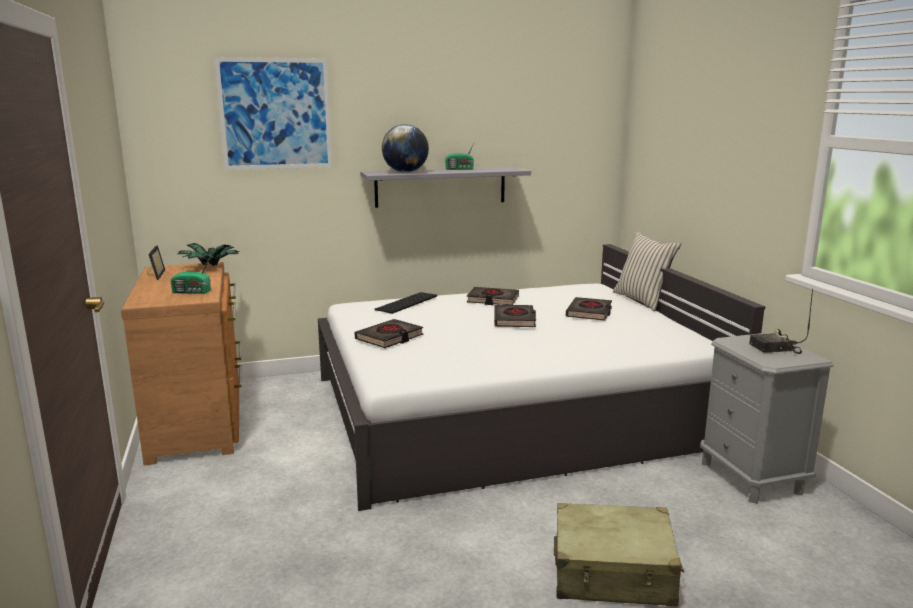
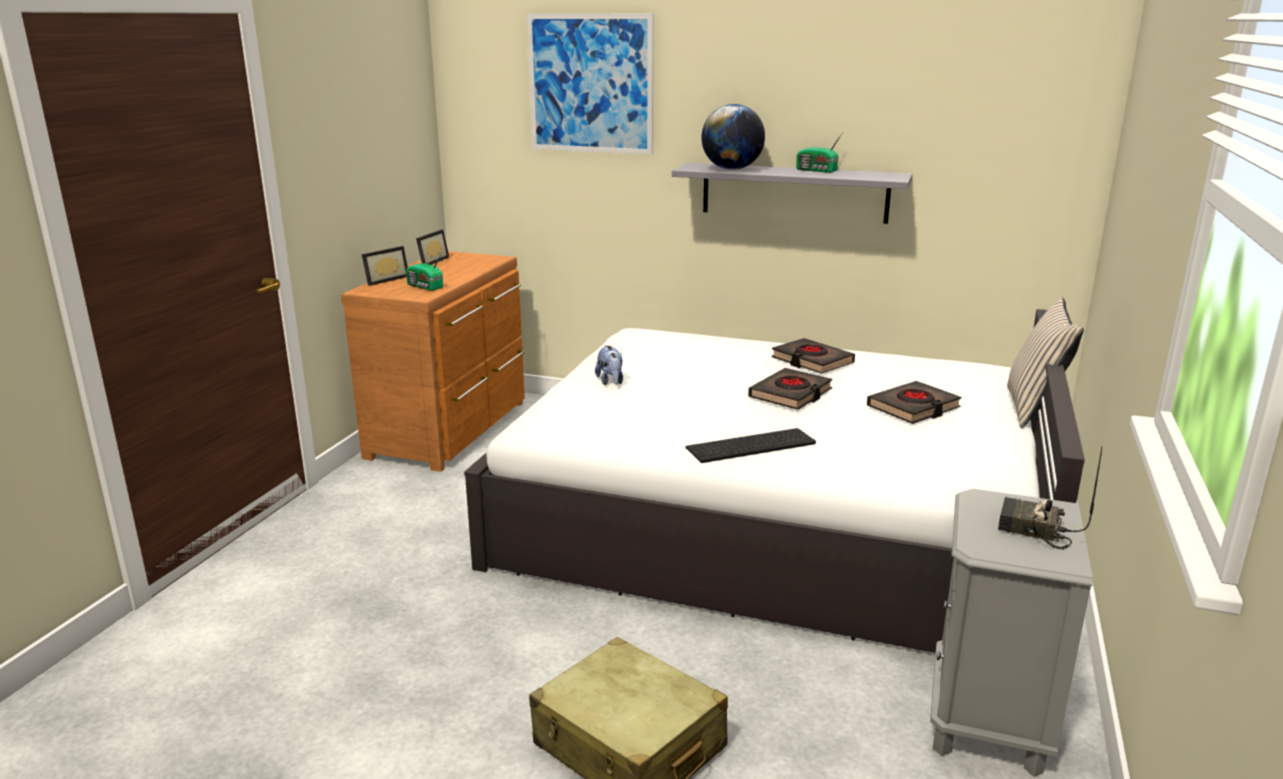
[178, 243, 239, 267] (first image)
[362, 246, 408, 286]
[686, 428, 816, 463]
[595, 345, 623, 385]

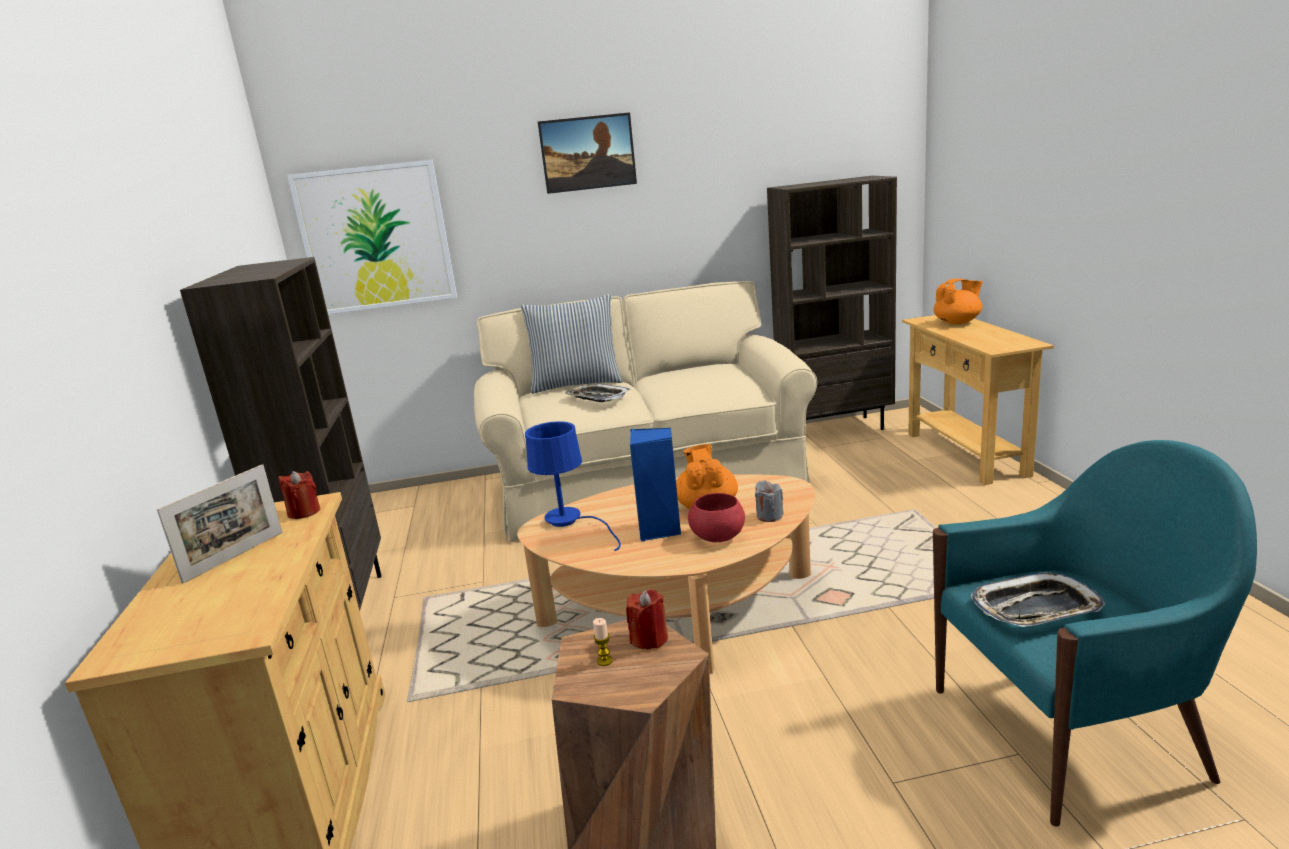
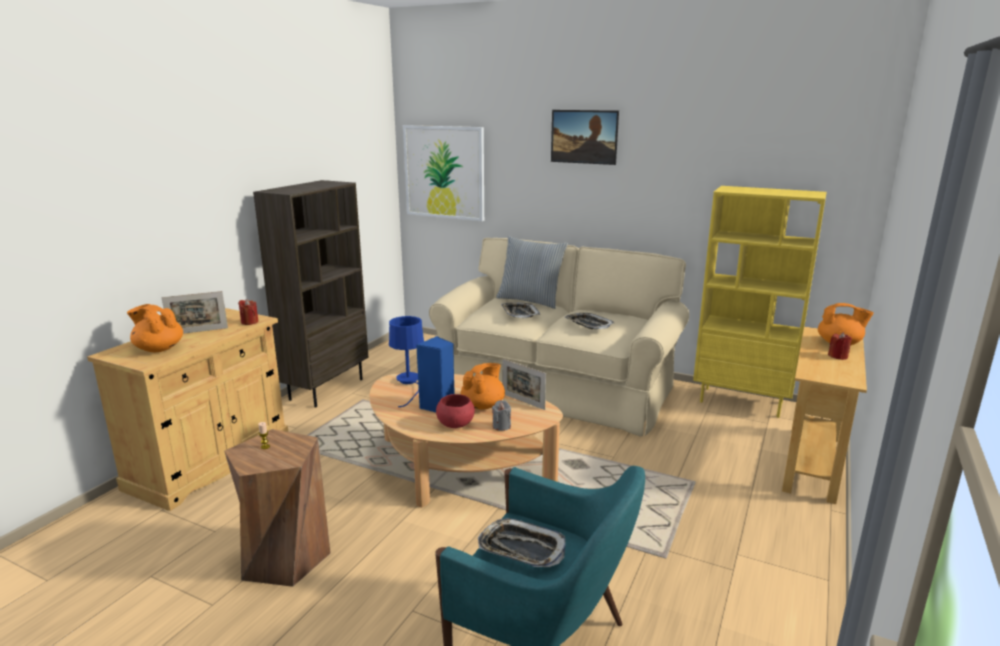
[127, 304, 183, 352]
[502, 359, 546, 410]
[565, 313, 614, 329]
[828, 332, 852, 360]
[693, 186, 827, 418]

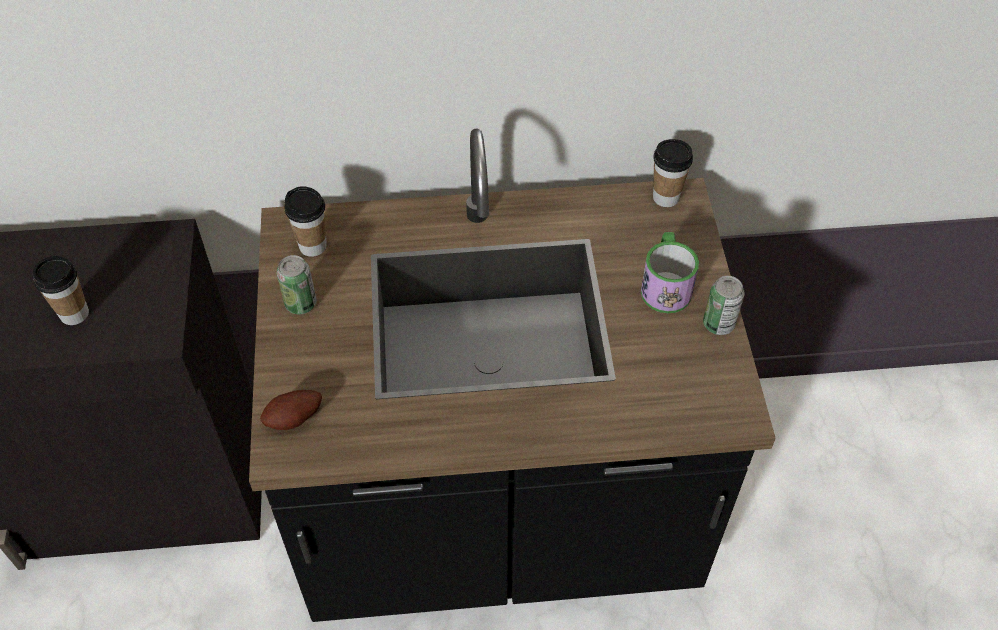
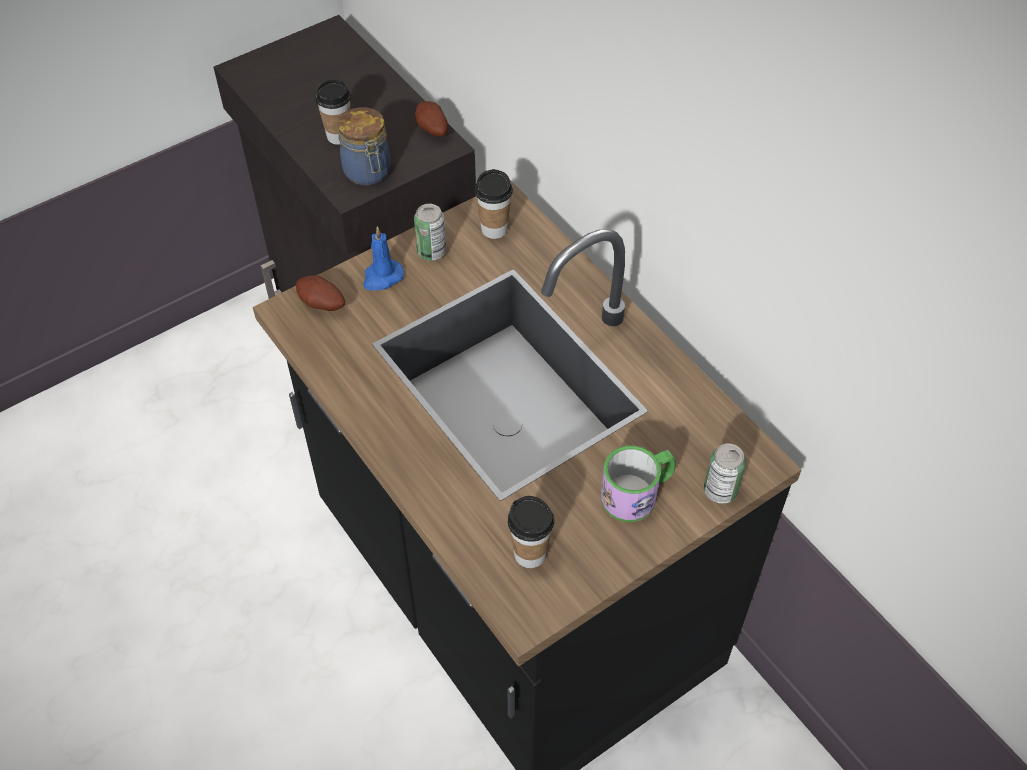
[338, 107, 391, 185]
[363, 226, 404, 291]
[415, 101, 448, 137]
[508, 496, 554, 568]
[704, 443, 746, 504]

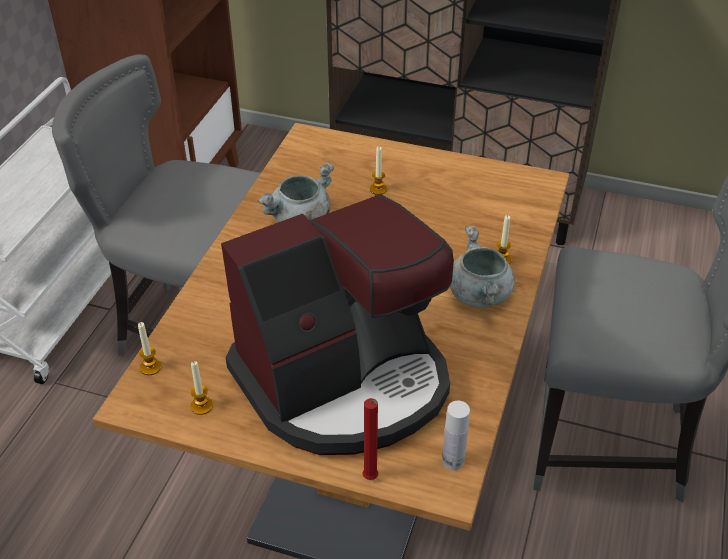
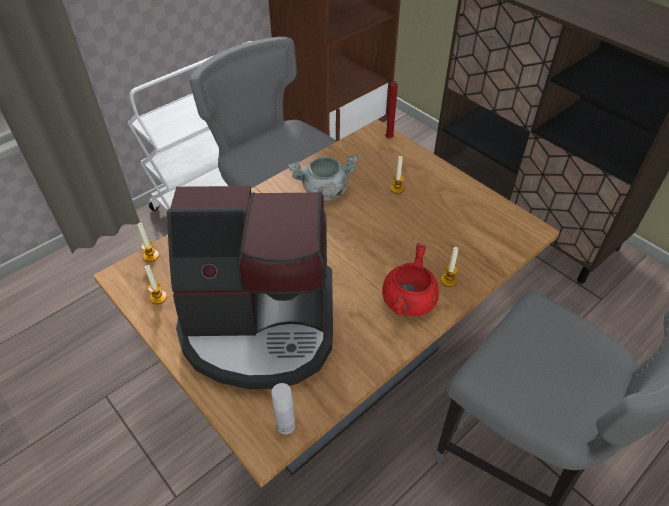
[385, 81, 398, 139]
[382, 243, 439, 316]

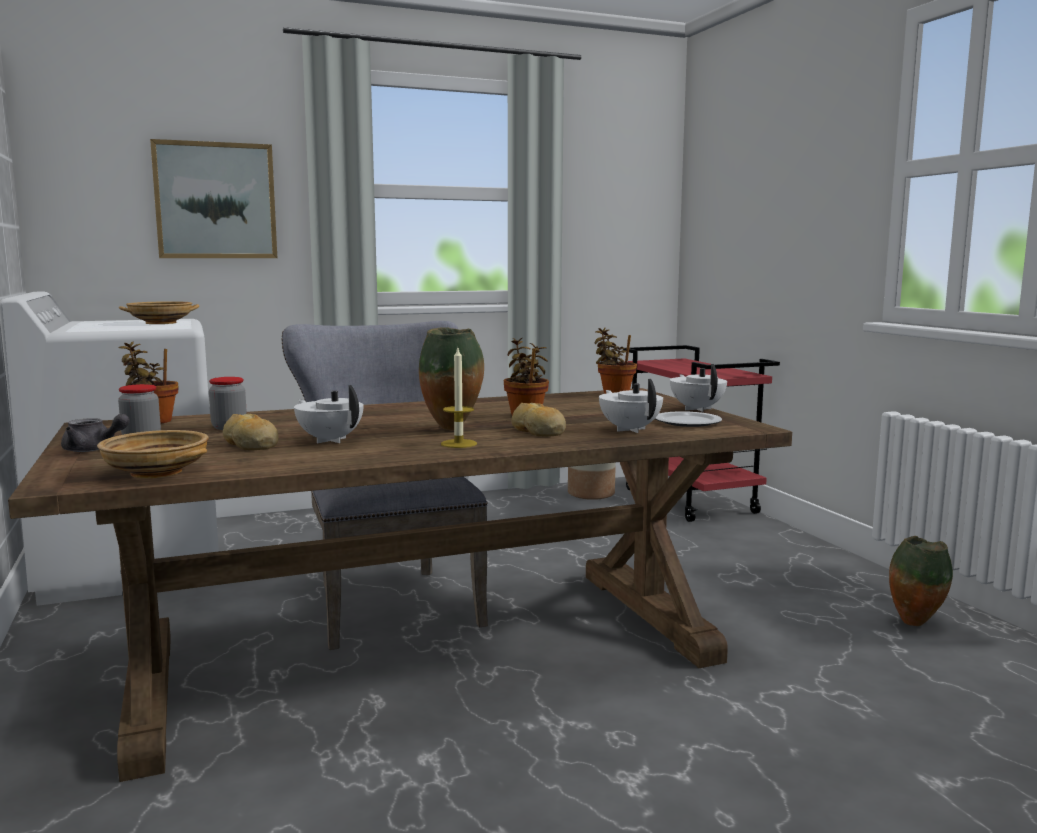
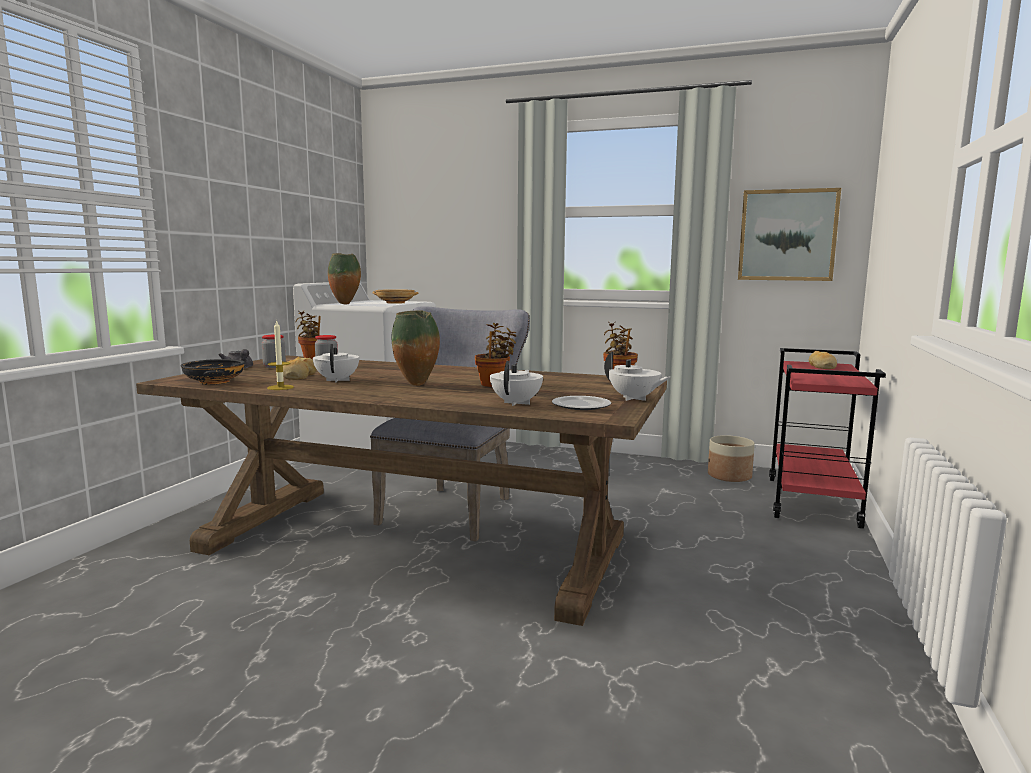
[738, 188, 841, 281]
[267, 320, 294, 390]
[809, 351, 837, 369]
[328, 253, 361, 305]
[180, 359, 245, 385]
[604, 352, 670, 401]

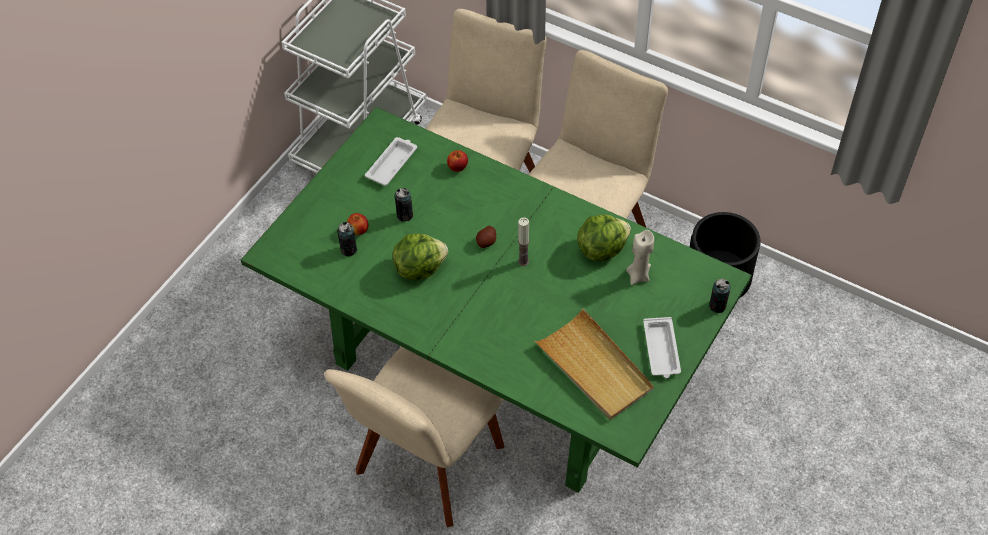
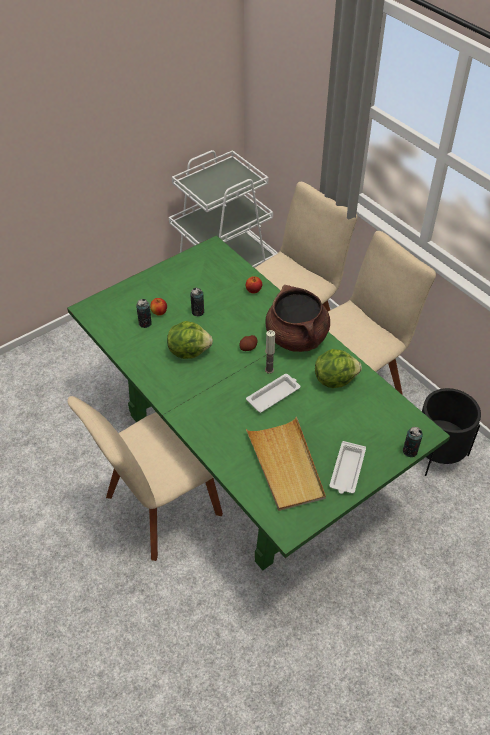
[626, 230, 654, 285] (first image)
[265, 285, 330, 352]
[246, 374, 301, 413]

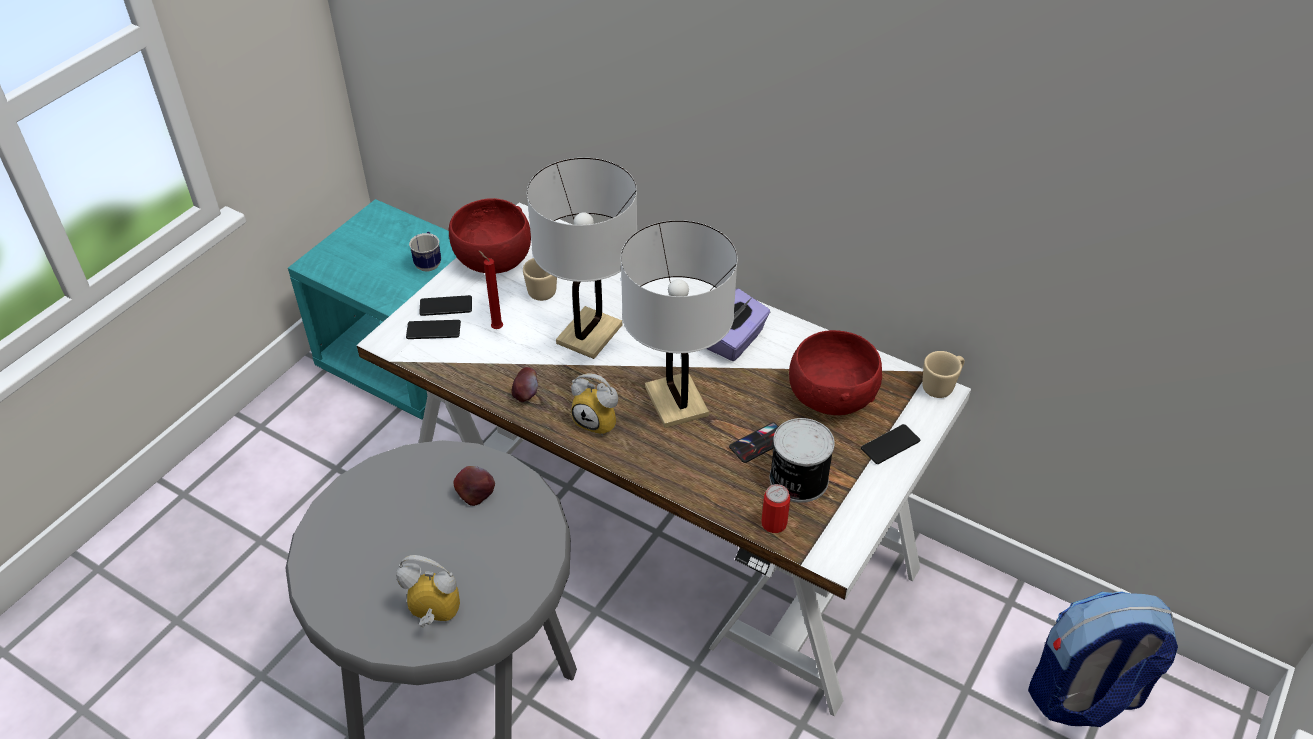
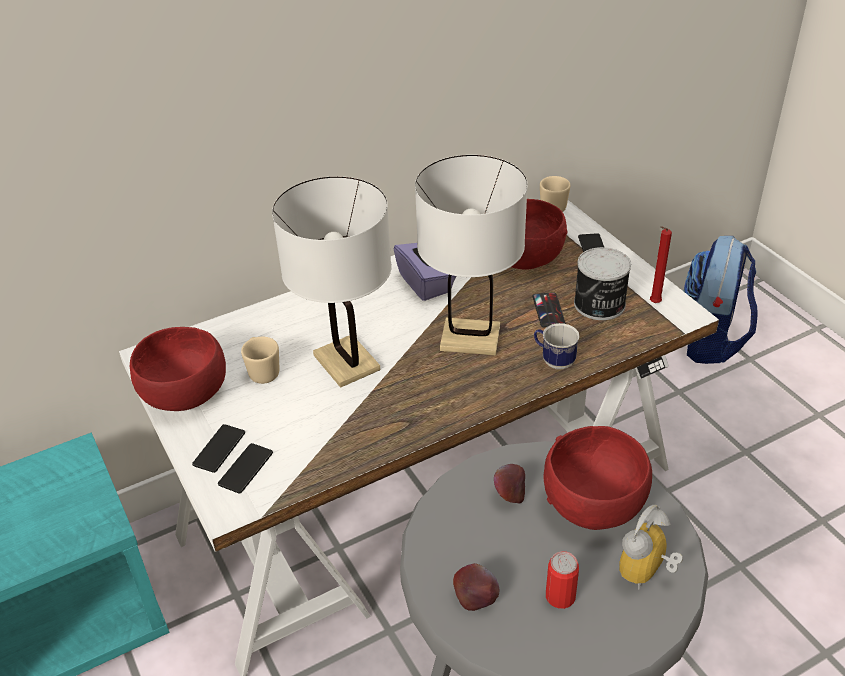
[571, 374, 618, 436] (first image)
[544, 426, 652, 530]
[534, 323, 579, 369]
[650, 226, 672, 303]
[453, 563, 499, 611]
[546, 551, 579, 609]

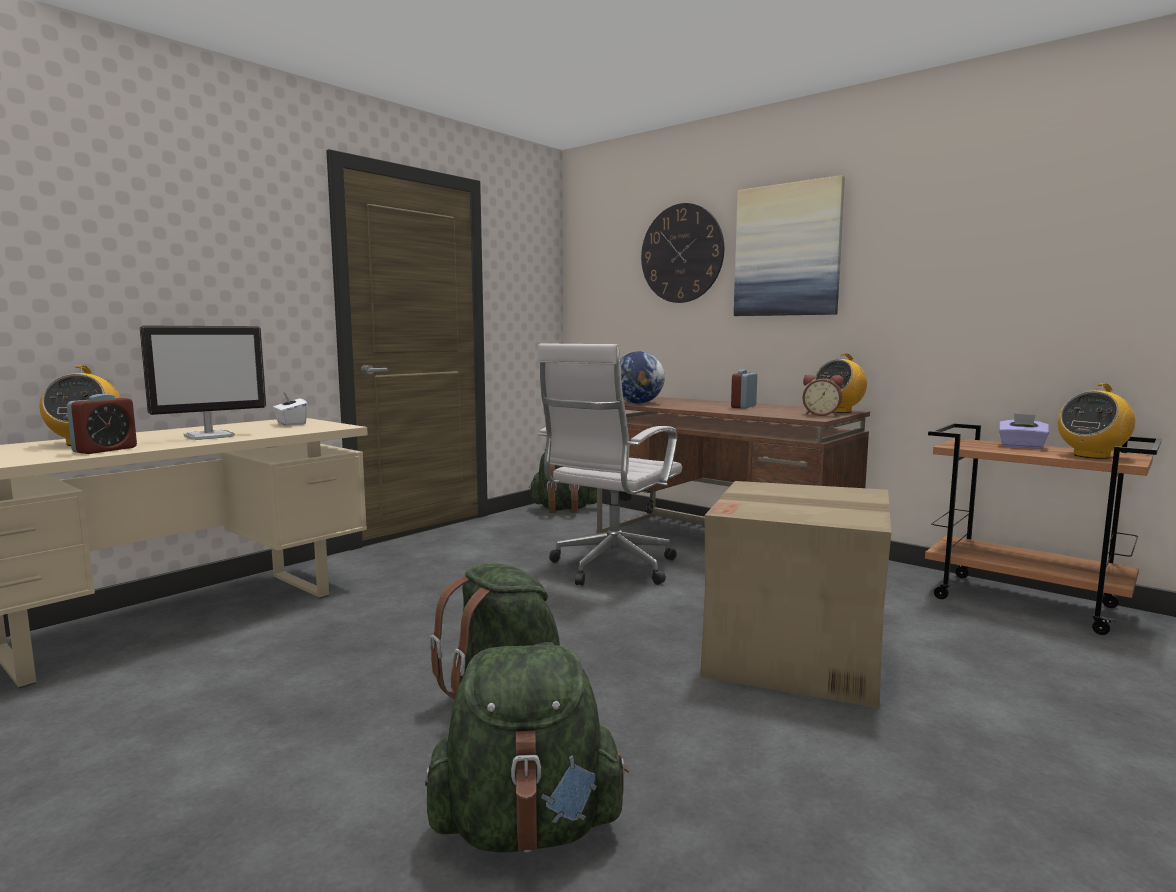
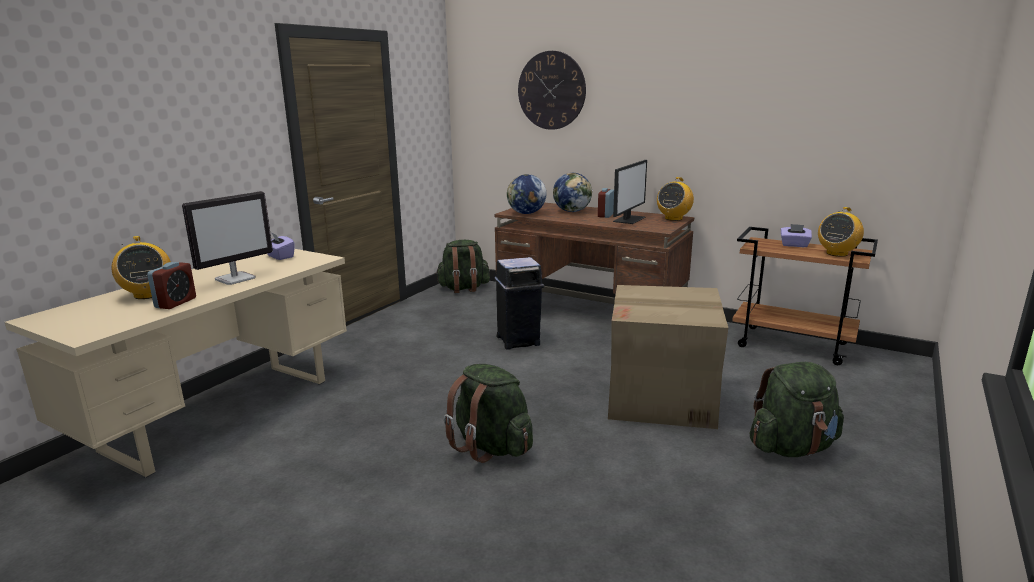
[734, 175, 845, 316] (first image)
[803, 375, 844, 416] (first image)
[553, 173, 592, 212]
[613, 160, 647, 224]
[749, 362, 844, 457]
[494, 257, 544, 350]
[267, 232, 295, 260]

